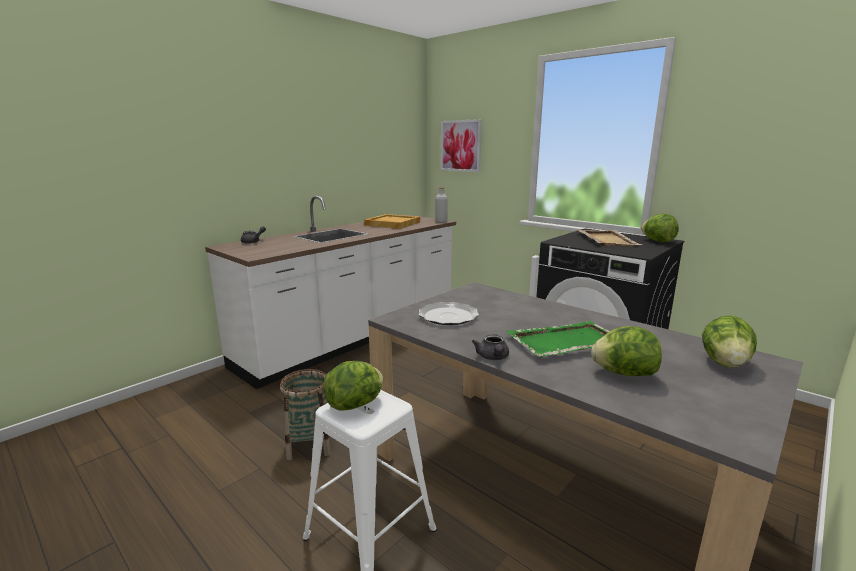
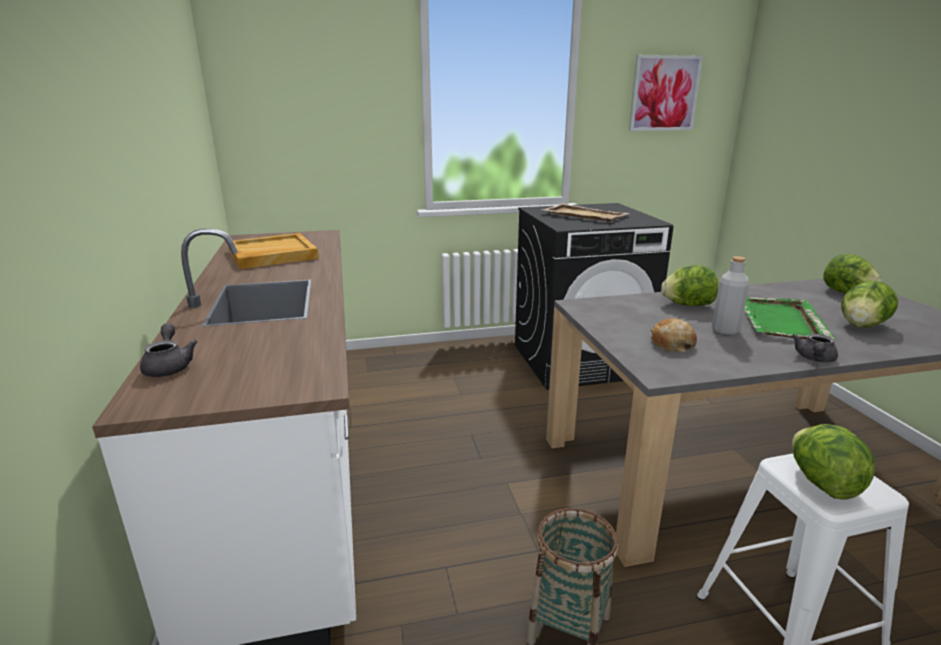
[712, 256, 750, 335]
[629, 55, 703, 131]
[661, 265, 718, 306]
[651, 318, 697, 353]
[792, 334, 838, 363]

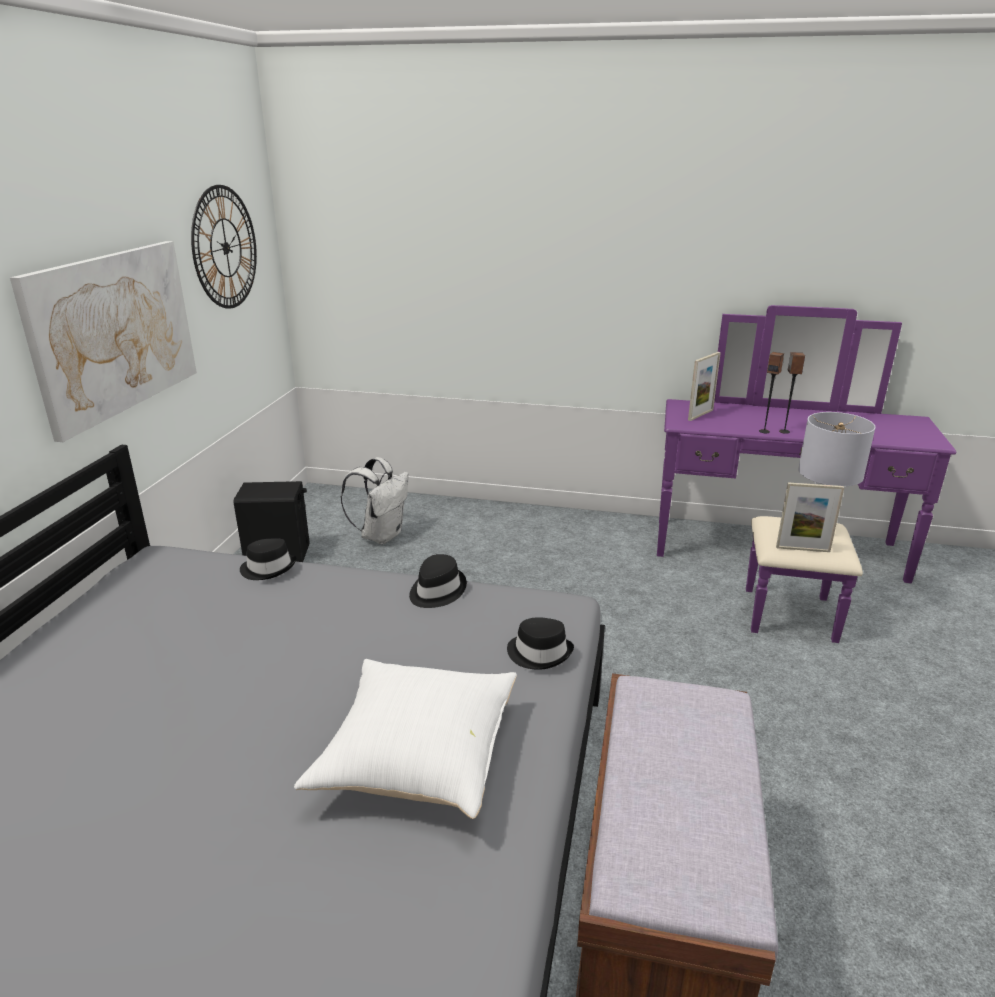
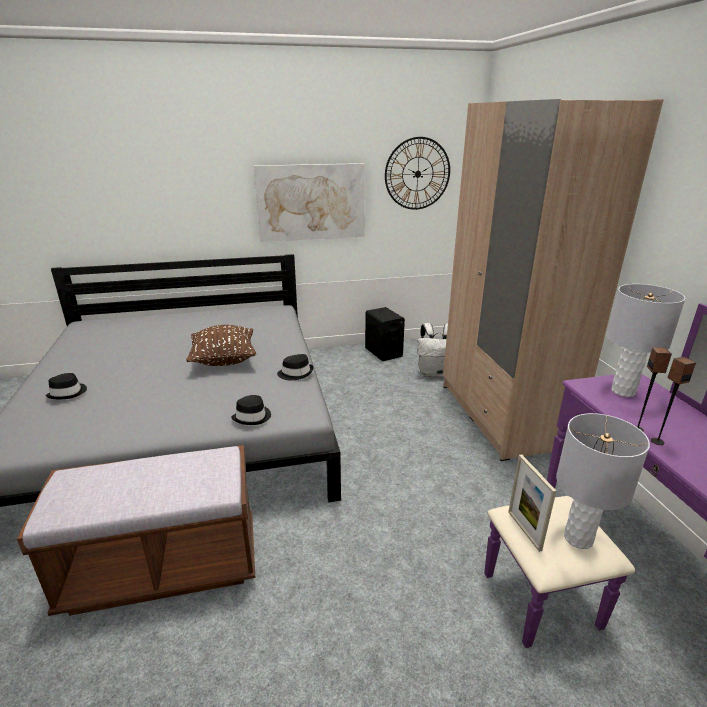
[294, 659, 517, 819] (first image)
[186, 325, 256, 366]
[443, 99, 664, 461]
[45, 373, 87, 399]
[607, 284, 685, 397]

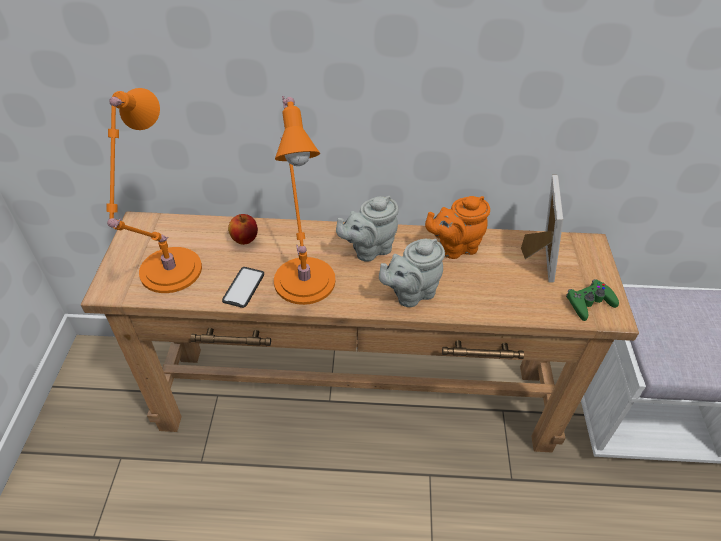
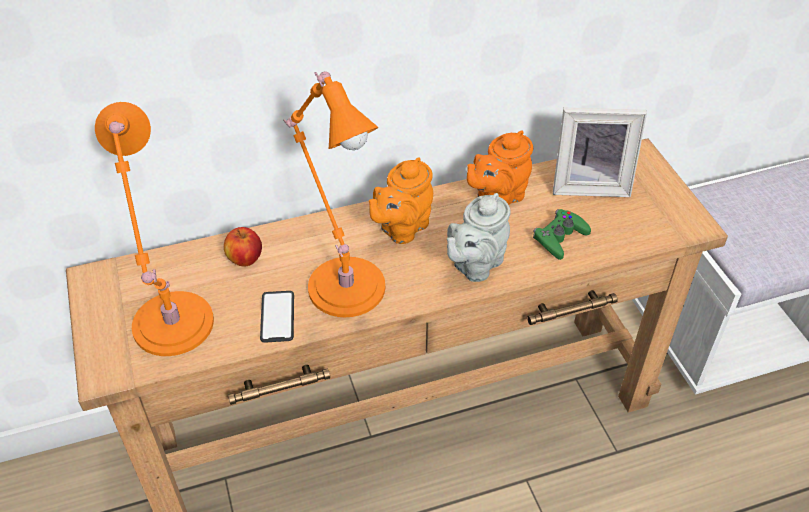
[533, 209, 591, 260]
[369, 157, 433, 244]
[553, 108, 647, 197]

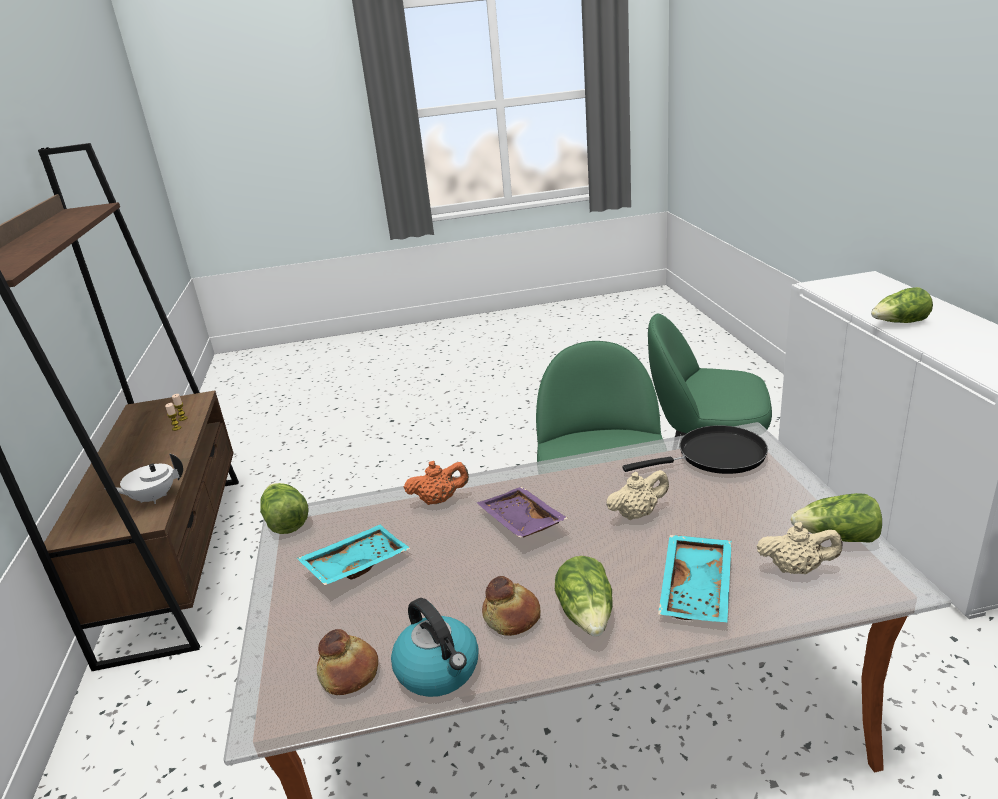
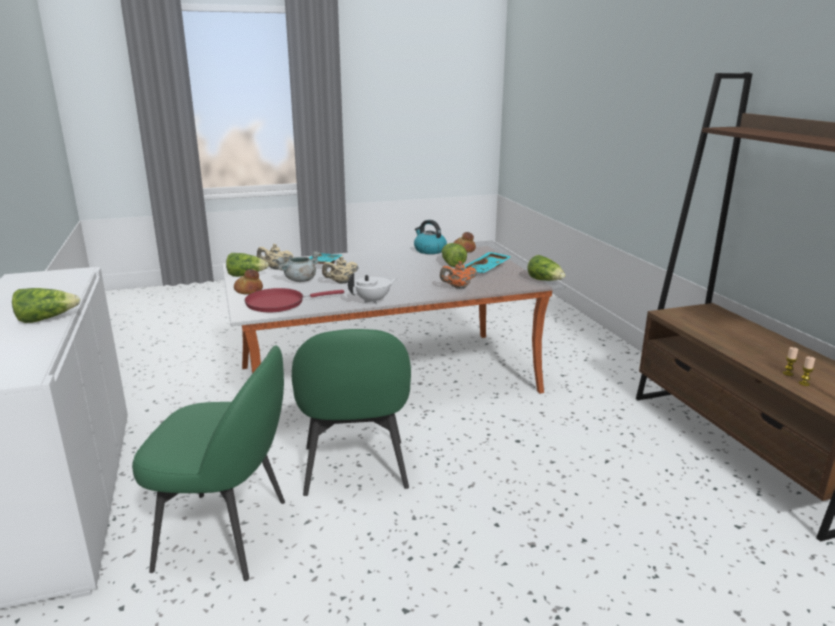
[477, 487, 568, 538] (first image)
[275, 251, 320, 282]
[348, 273, 397, 304]
[234, 269, 263, 294]
[442, 243, 467, 267]
[244, 288, 344, 312]

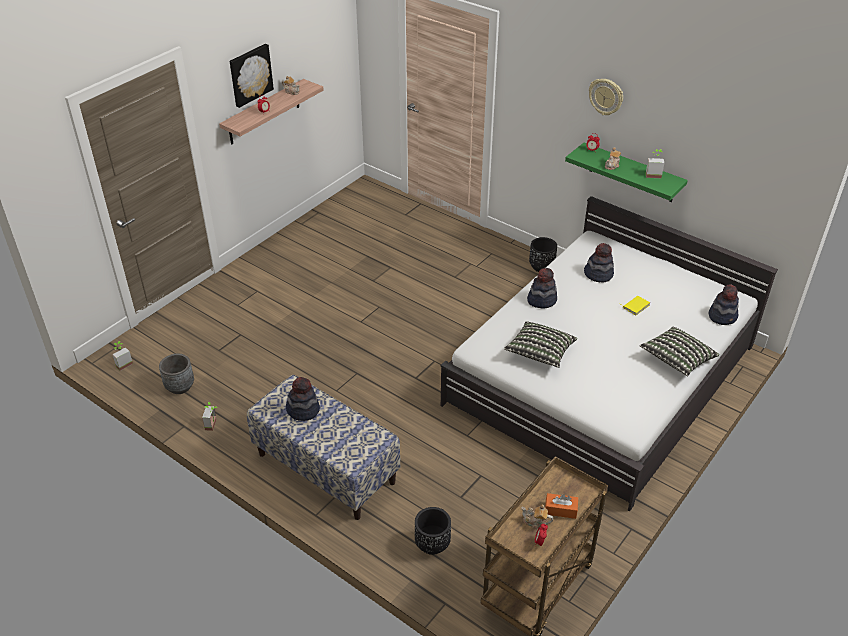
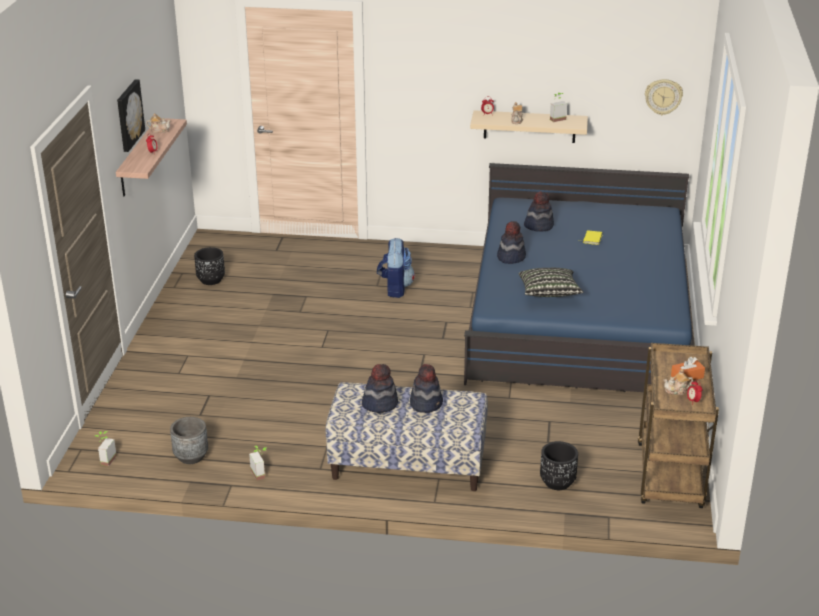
[640, 327, 719, 376] (first image)
[377, 238, 415, 298]
[194, 247, 225, 285]
[645, 79, 683, 115]
[410, 364, 443, 413]
[464, 163, 694, 392]
[470, 110, 588, 143]

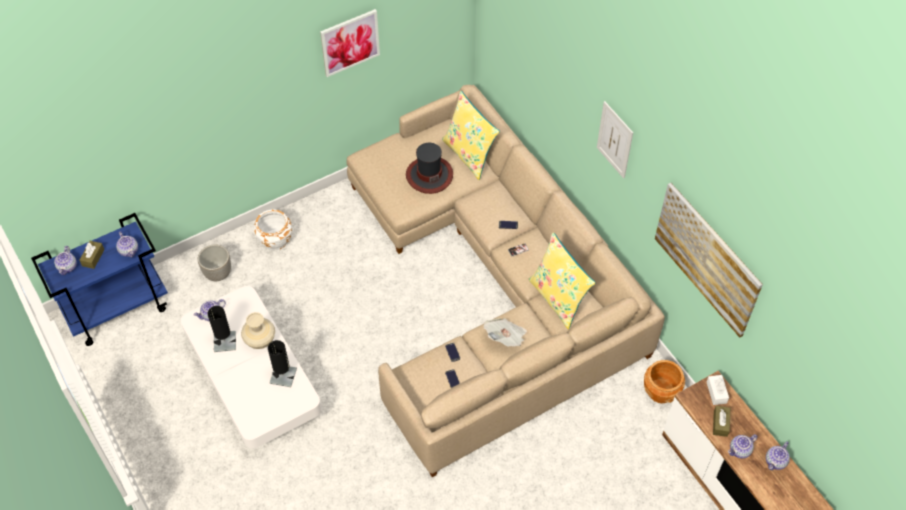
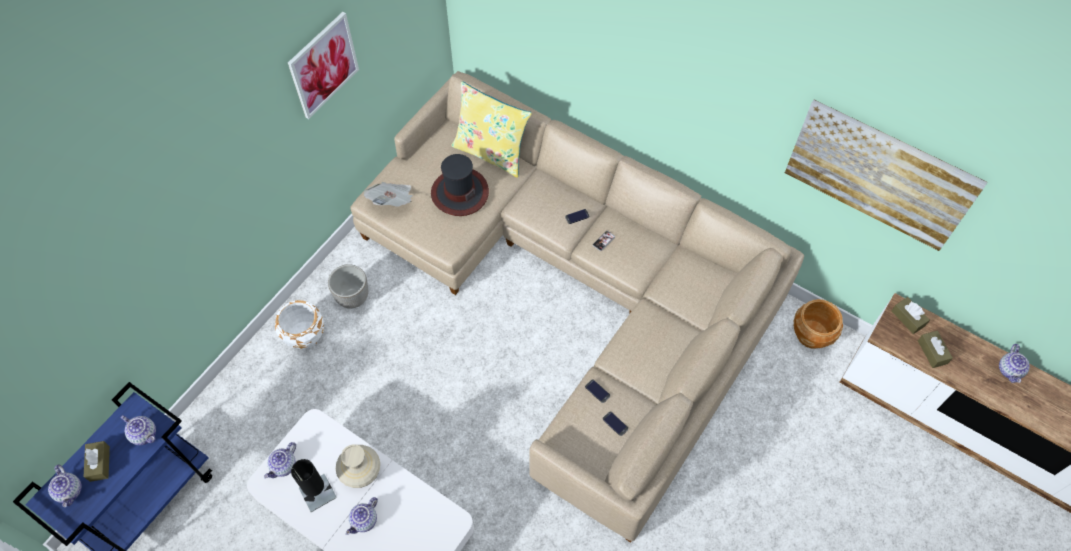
[268, 340, 297, 387] (first image)
[529, 232, 596, 330] (first image)
[597, 101, 633, 178] (first image)
[328, 264, 368, 308]
[364, 182, 413, 207]
[346, 497, 378, 535]
[892, 297, 930, 334]

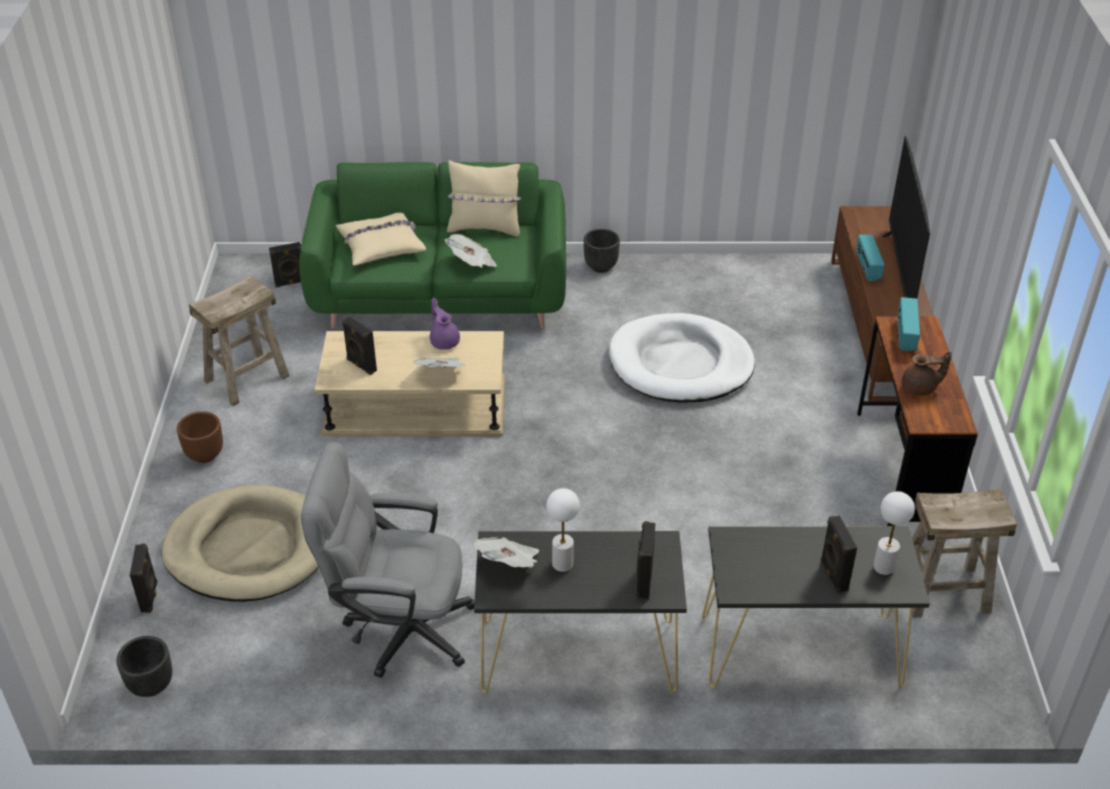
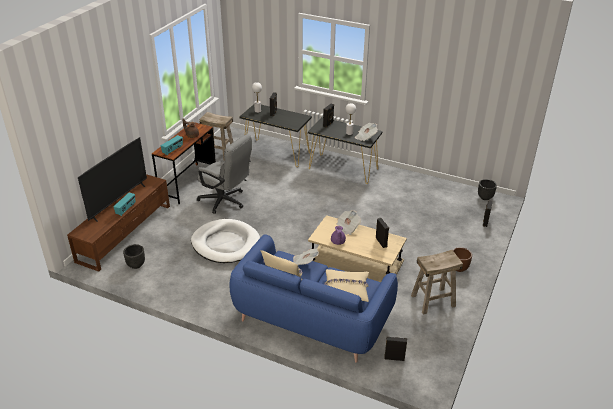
[161, 485, 318, 602] (first image)
[197, 134, 252, 214]
[123, 244, 145, 269]
[229, 234, 398, 363]

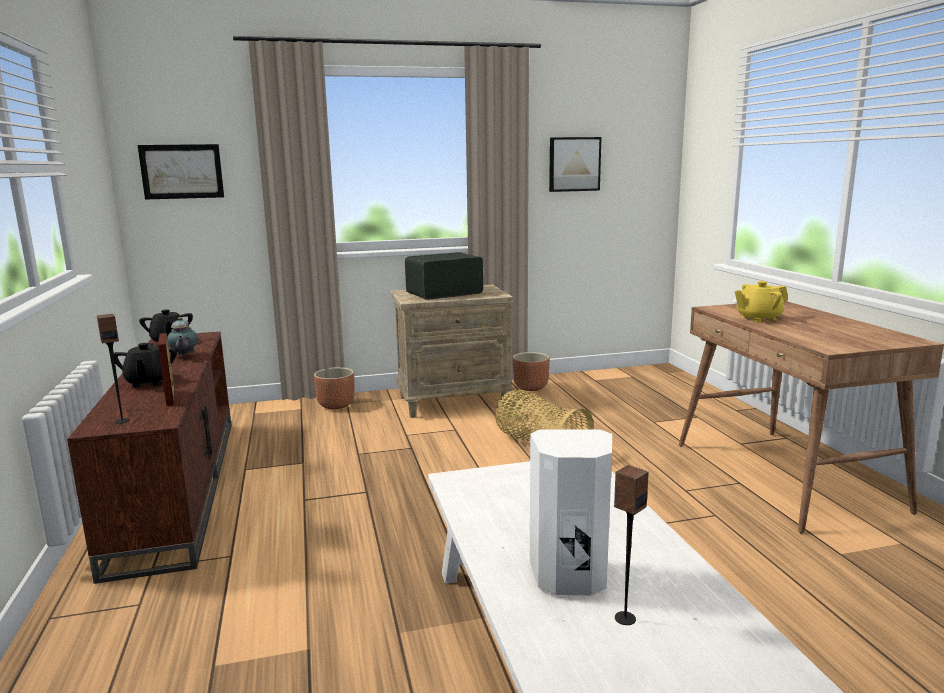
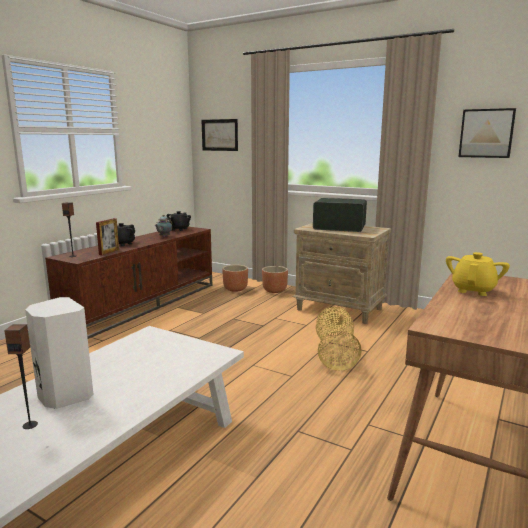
[222, 265, 248, 292]
[446, 252, 510, 296]

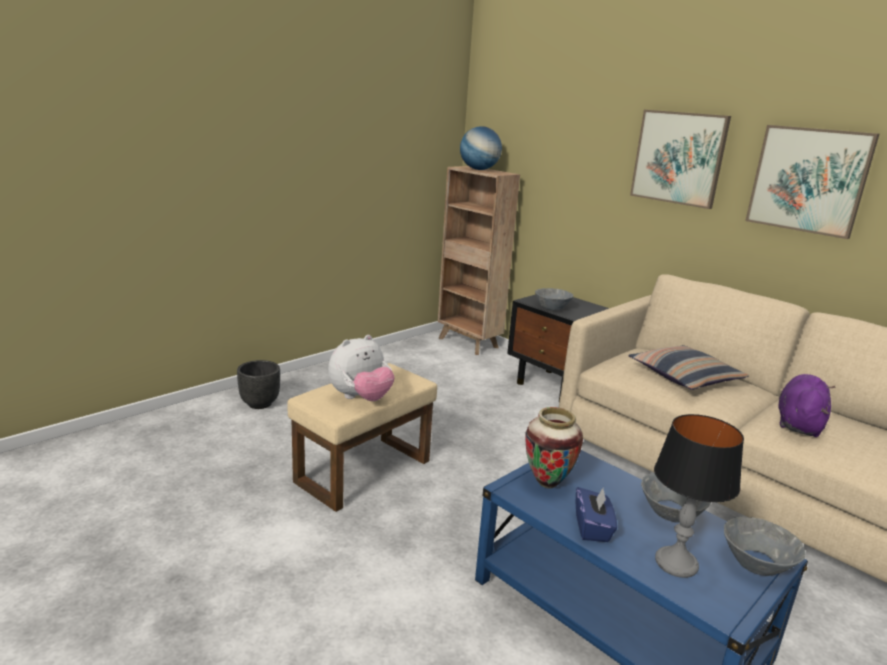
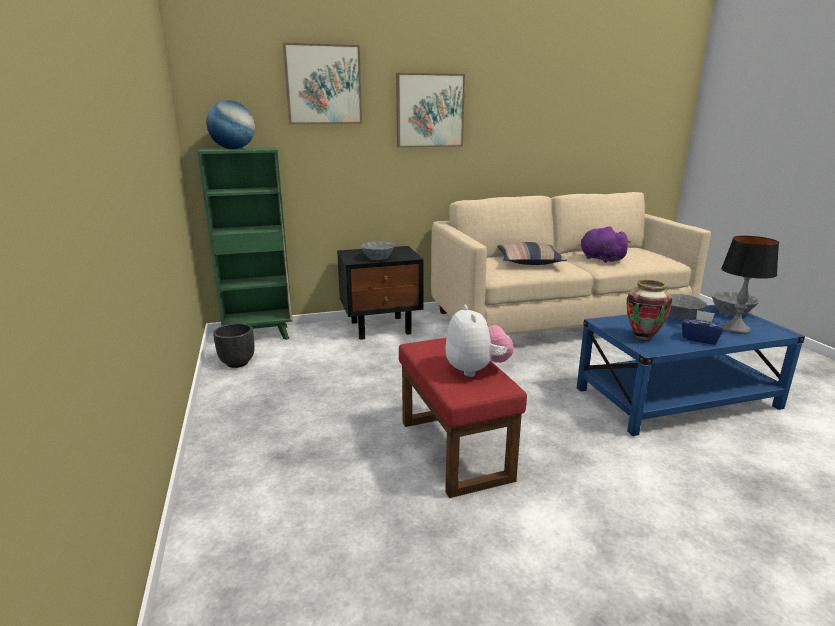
[213, 323, 255, 368]
[283, 43, 362, 124]
[399, 338, 527, 498]
[197, 148, 293, 340]

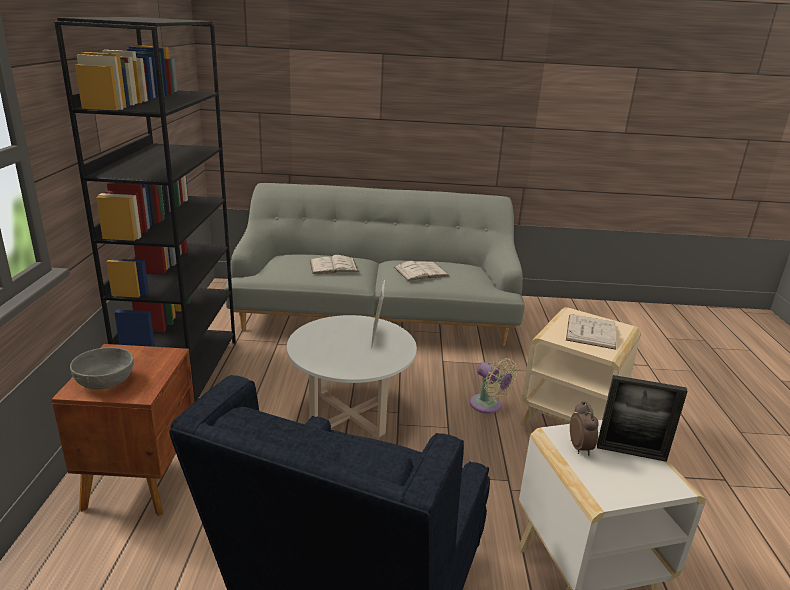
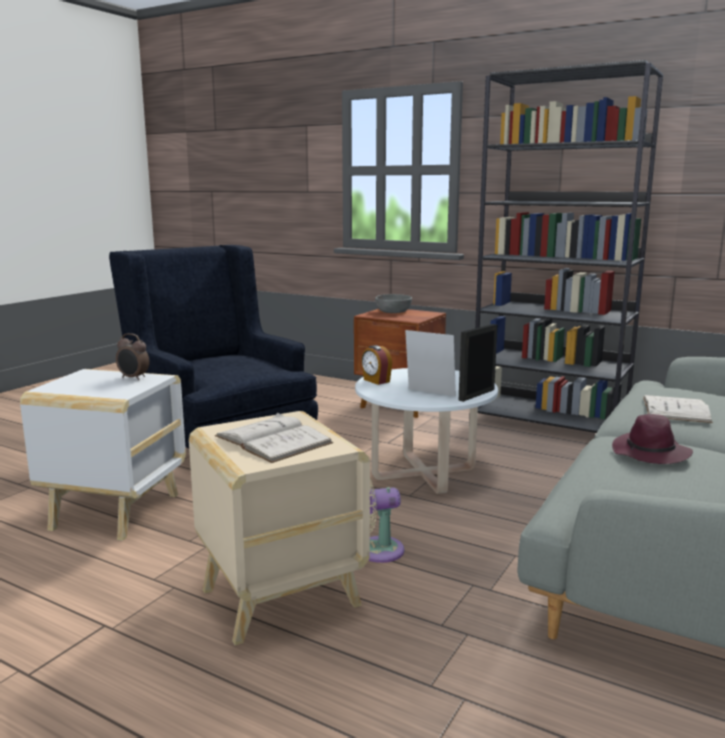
[361, 345, 392, 385]
[459, 324, 497, 402]
[612, 414, 693, 464]

